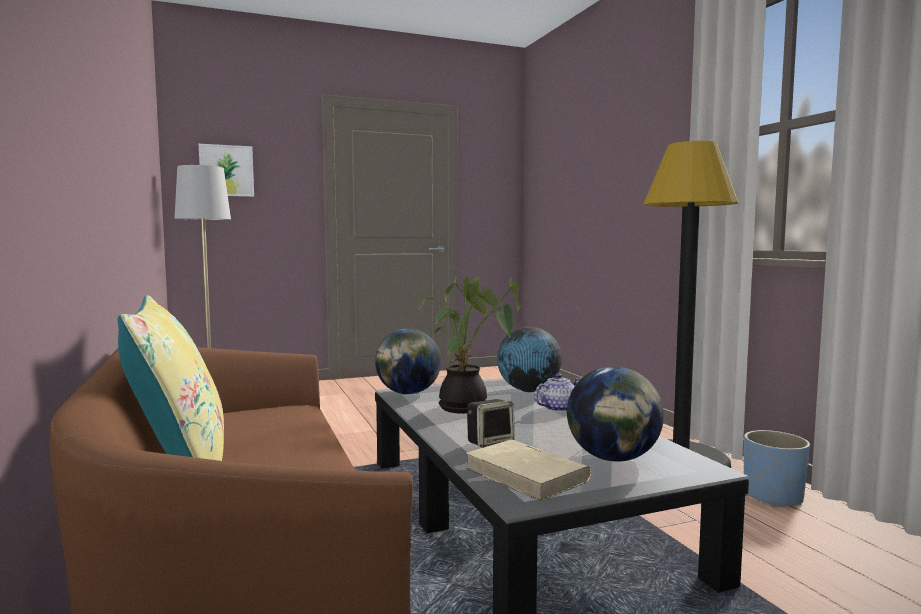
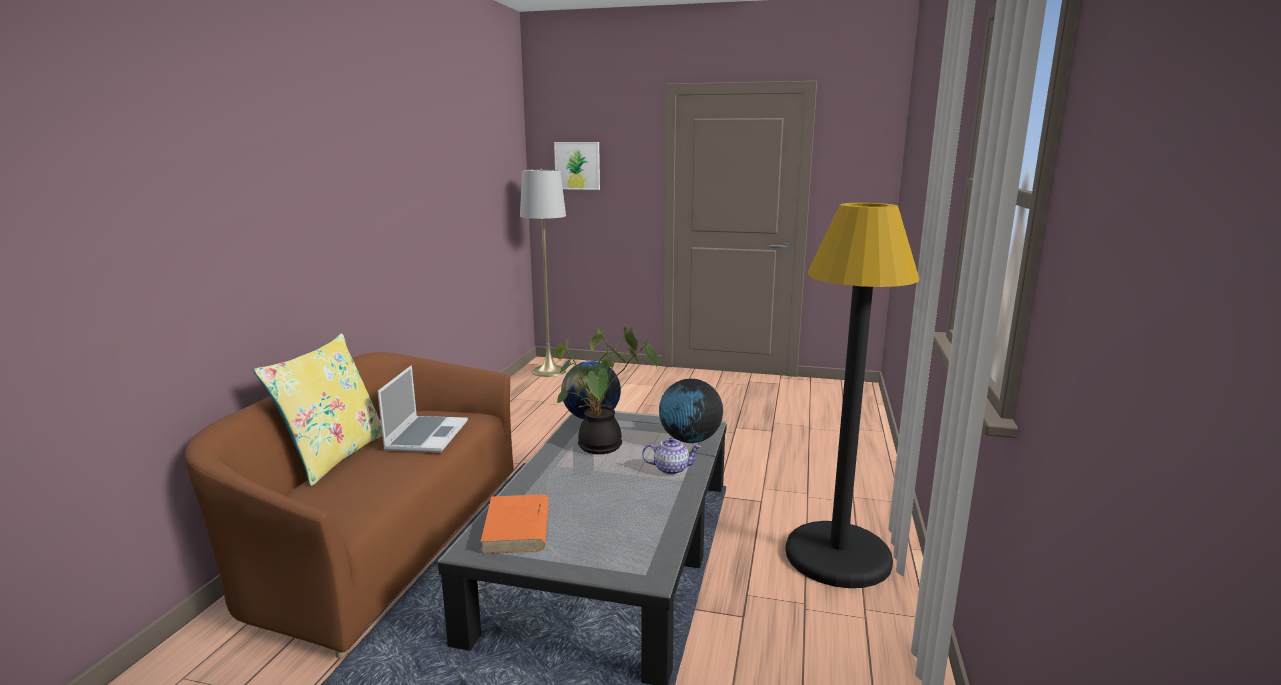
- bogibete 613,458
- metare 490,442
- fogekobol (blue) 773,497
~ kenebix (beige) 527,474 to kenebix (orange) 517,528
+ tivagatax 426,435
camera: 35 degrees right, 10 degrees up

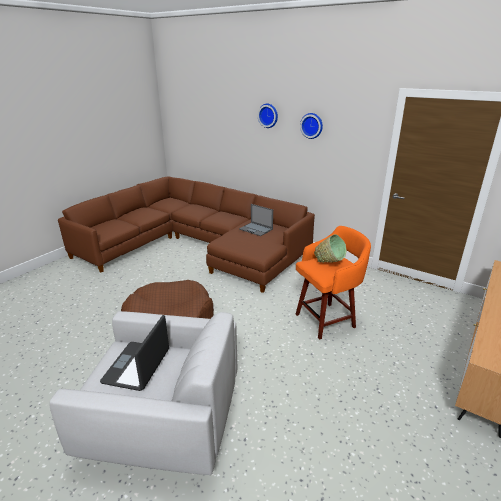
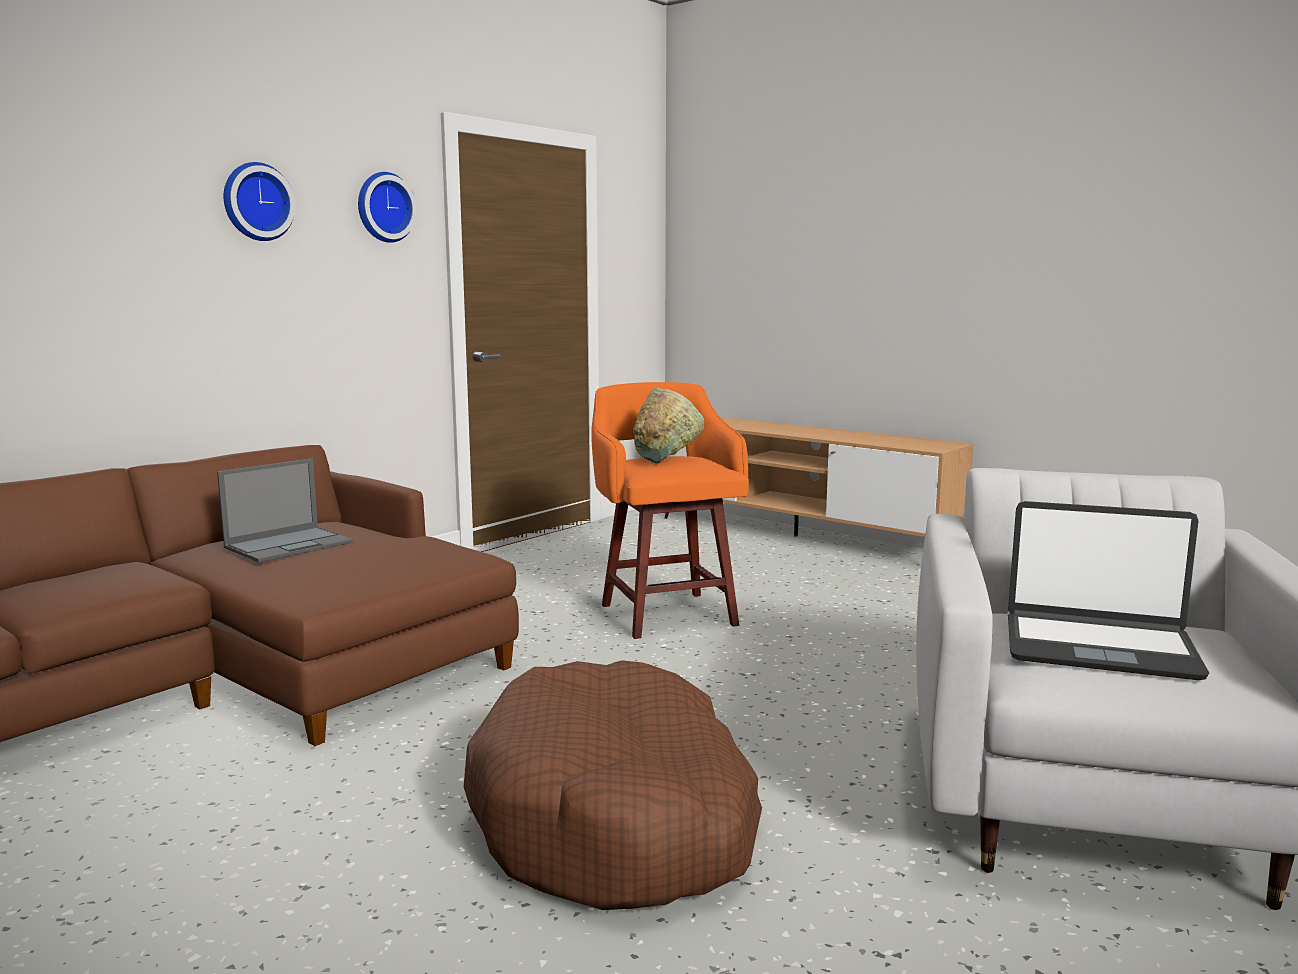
~ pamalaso 268,115 to 383,207
camera: 85 degrees left, 15 degrees down

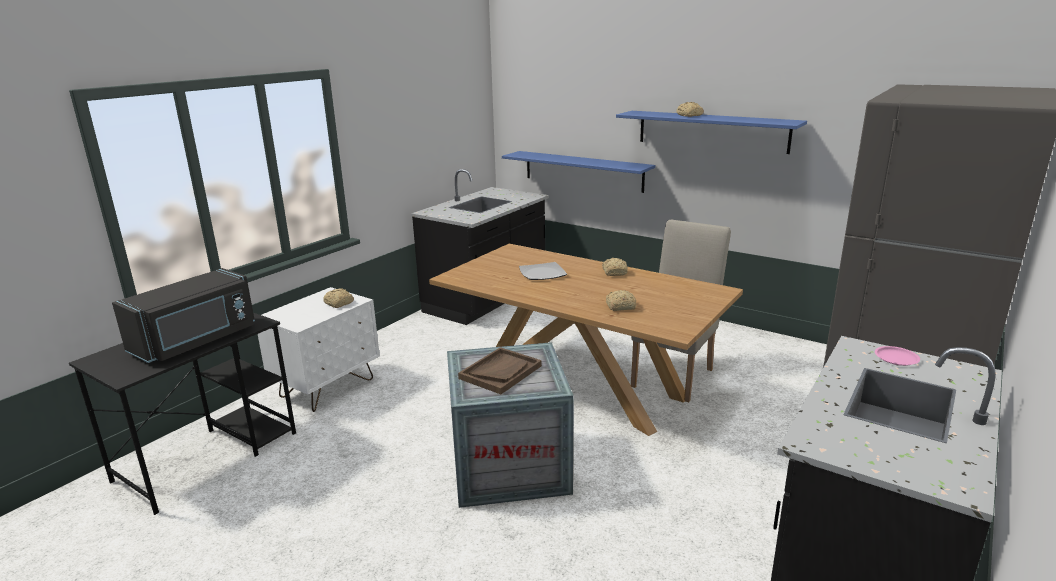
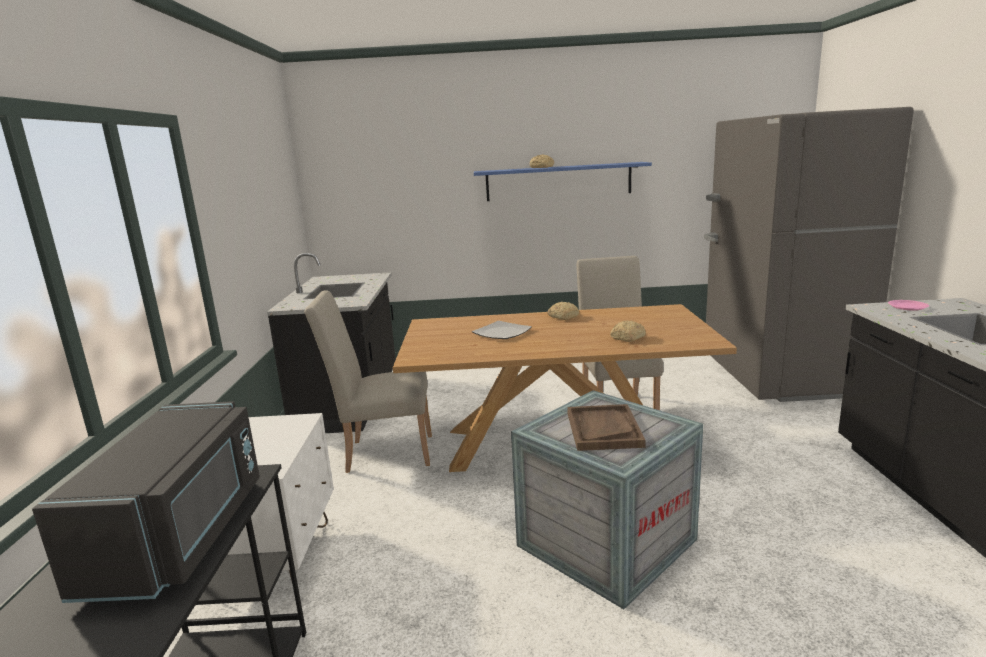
- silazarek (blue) 583,171
- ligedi 339,304
+ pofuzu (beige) 382,452
camera: 35 degrees left, 5 degrees down

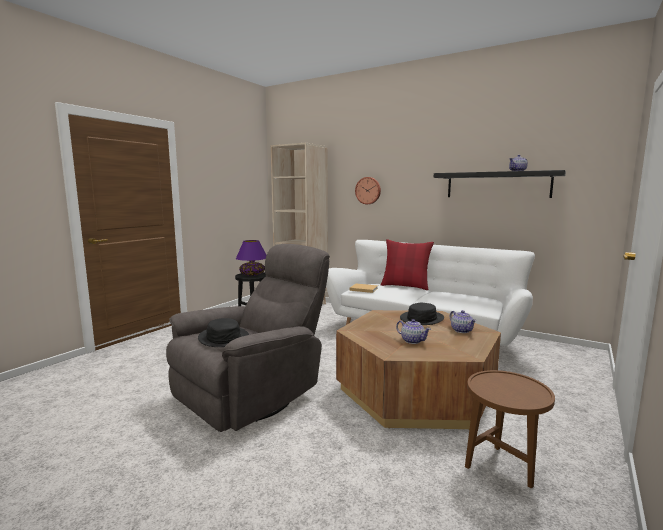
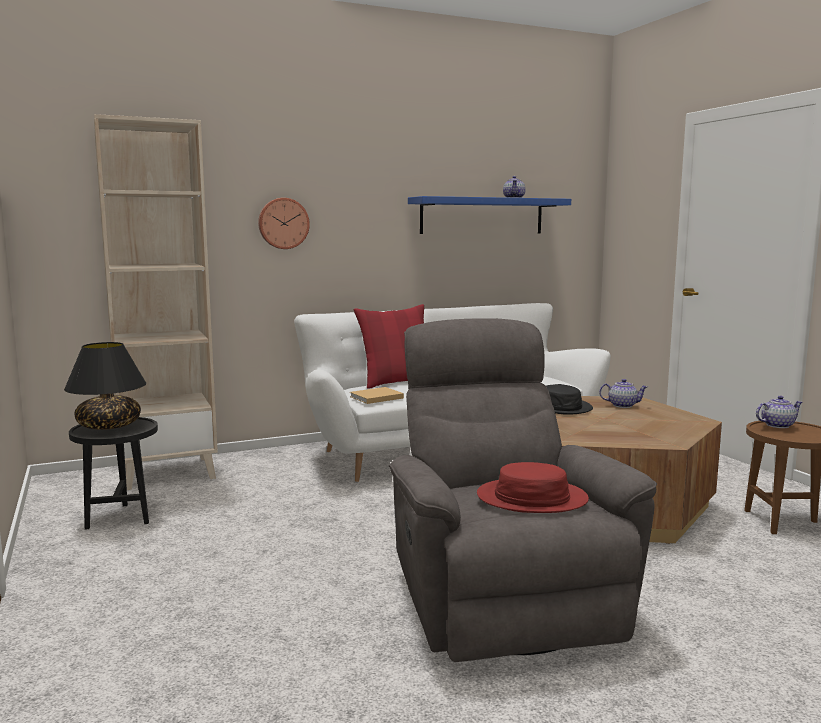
~ silazarek (black) 497,185 to silazarek (blue) 482,216
~ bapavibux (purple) 252,274 to bapavibux (black) 108,426
~ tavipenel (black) 223,338 to tavipenel (red) 532,498
~ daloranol 412,341 to 777,425
camera: 55 degrees left, 0 degrees up

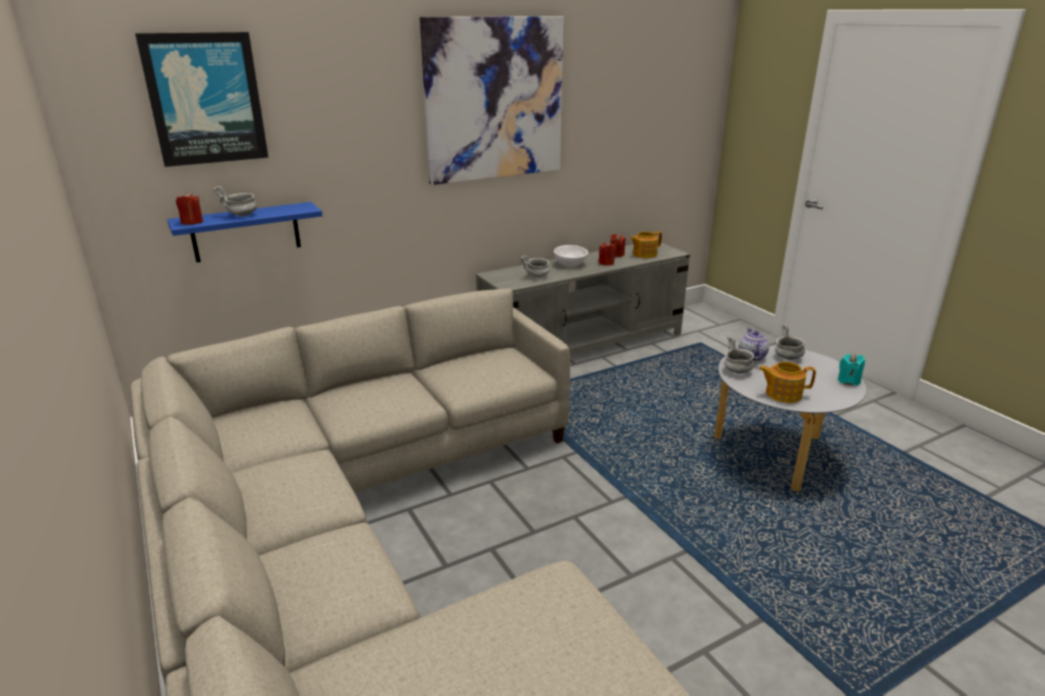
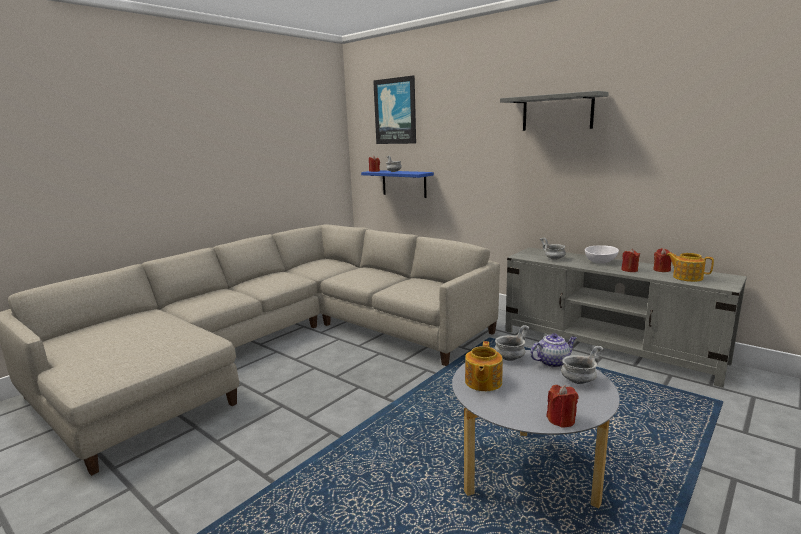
~ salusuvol 494,100 to silazarek (grey) 557,112
~ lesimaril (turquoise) 848,381 to lesimaril (red) 561,420
~ daloranol 782,394 = 482,382 150 degrees counterclockwise
camera: 70 degrees right, 10 degrees down

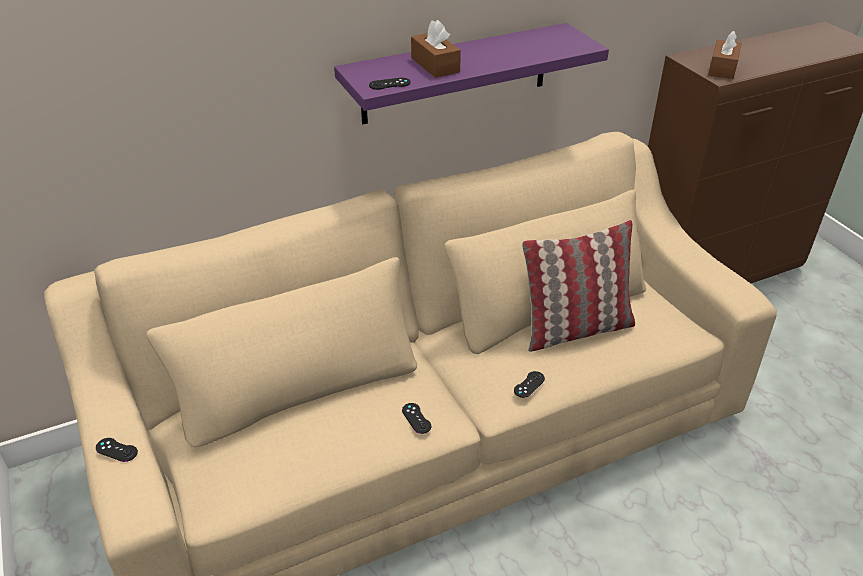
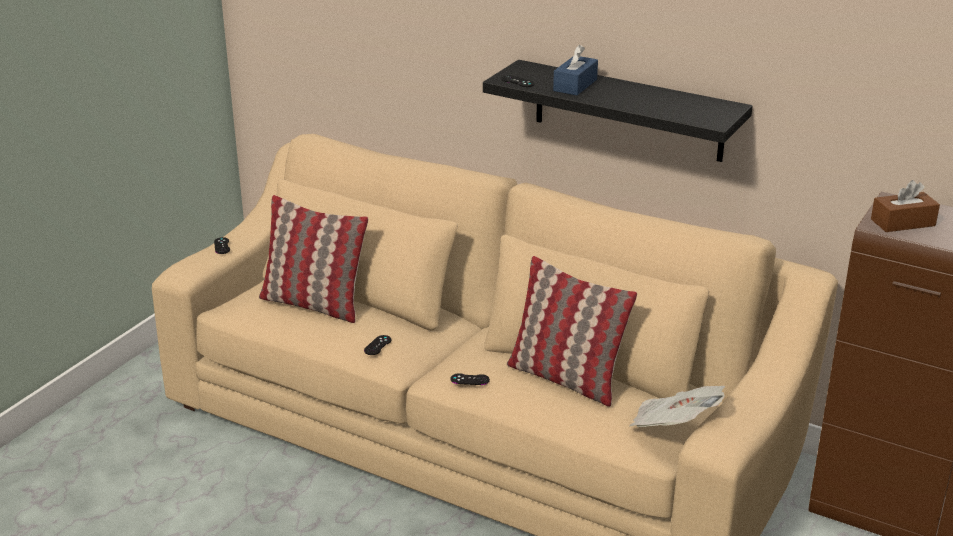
~ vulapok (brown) 435,65 to vulapok (blue) 575,85
~ silazarek (purple) 455,74 to silazarek (black) 628,111
+ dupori 314,304
+ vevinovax 674,426
camera: 55 degrees right, 10 degrees down

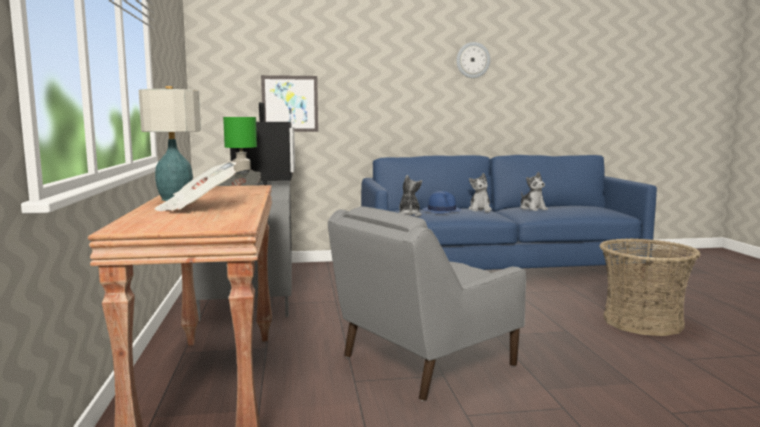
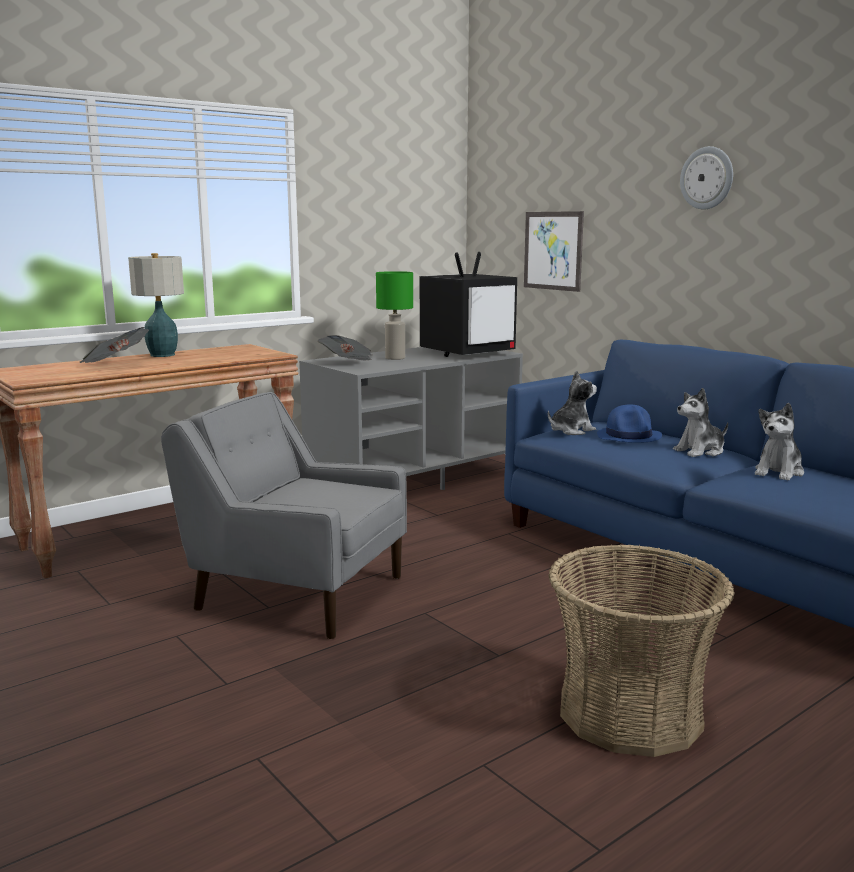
~ pamalaso 473,60 to 707,178
camera: 60 degrees right, 5 degrees up

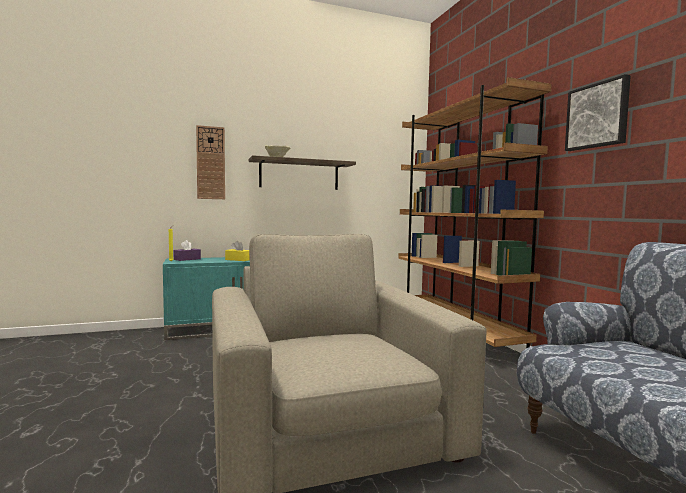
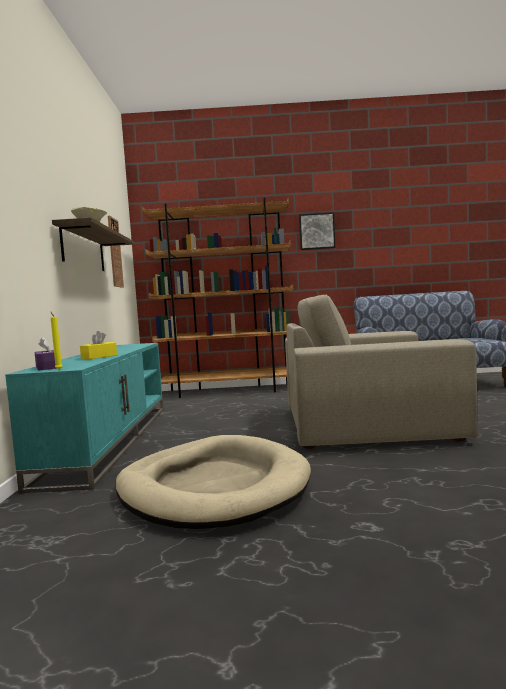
~ pamalaso 210,163 to 115,252
+ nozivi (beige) 213,487
camera: 70 degrees left, 0 degrees up

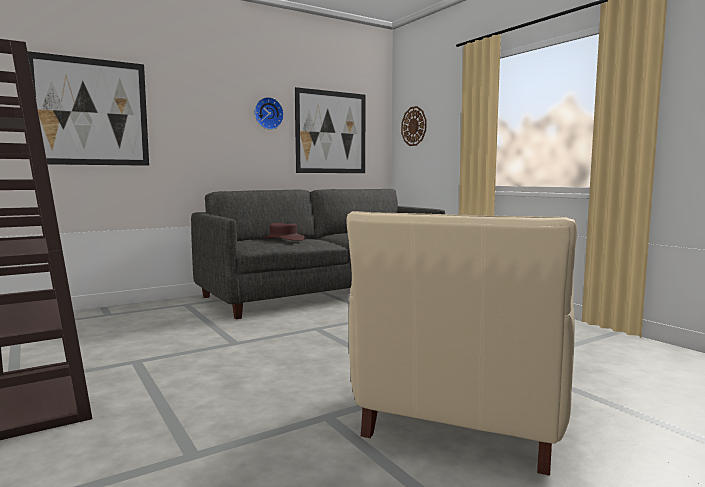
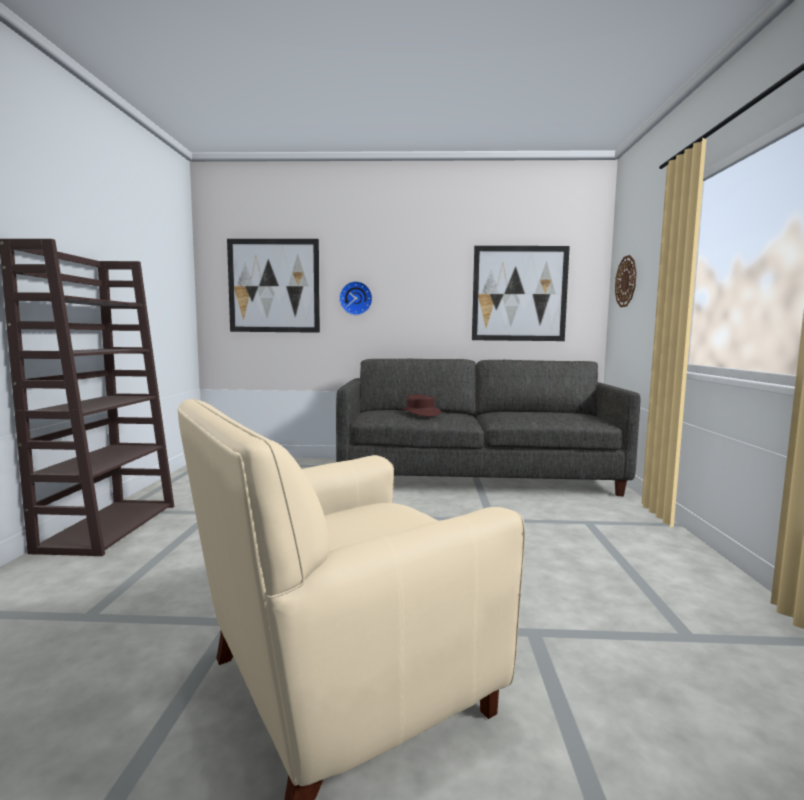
~ pamalaso 268,113 to 356,298
camera: 35 degrees right, 0 degrees up

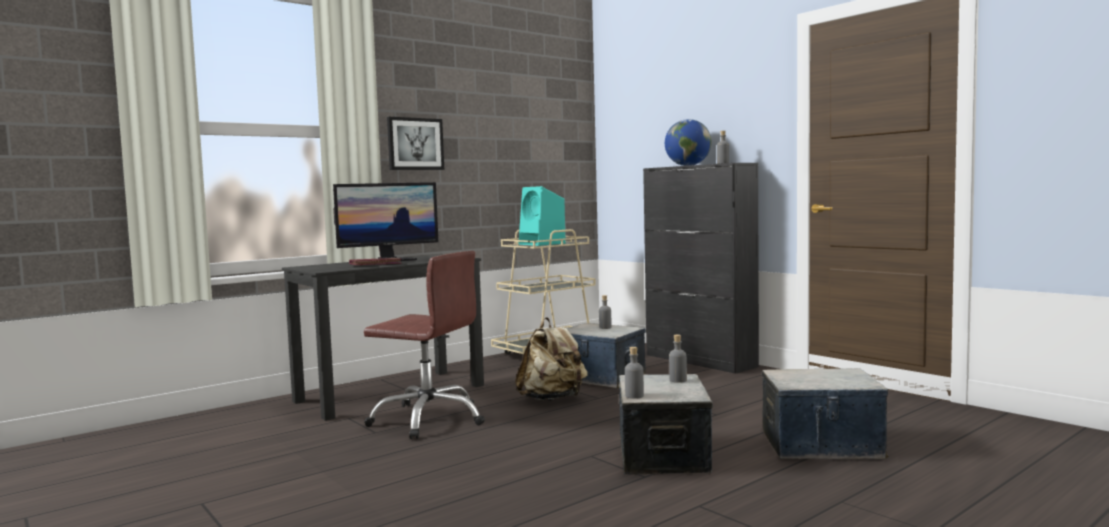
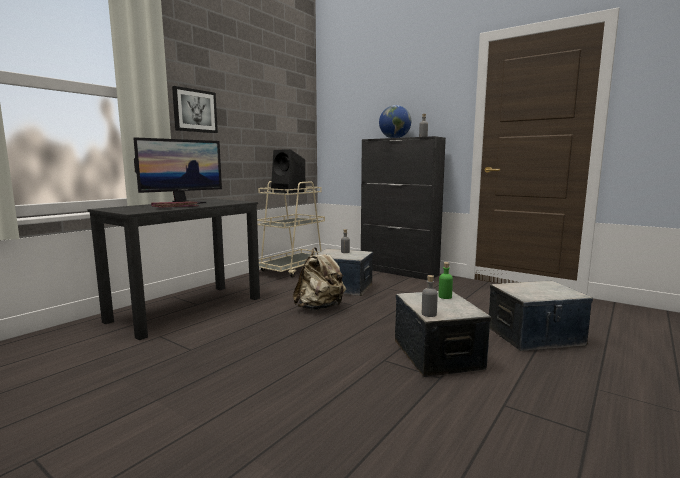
~ metare (turquoise) 543,244 to metare (black) 289,191
- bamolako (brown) 428,419
~ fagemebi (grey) 678,380 to fagemebi (green) 445,297
camera: 15 degrees left, 5 degrees up

